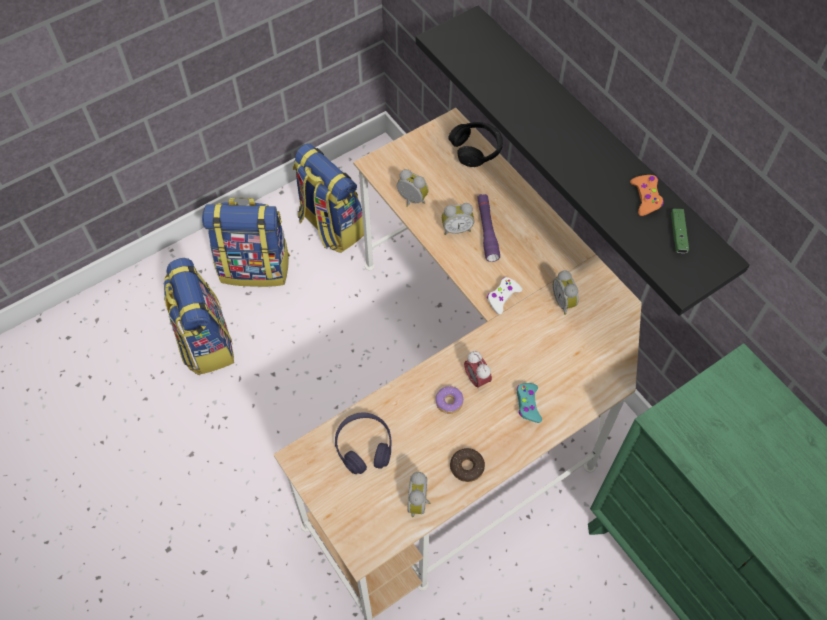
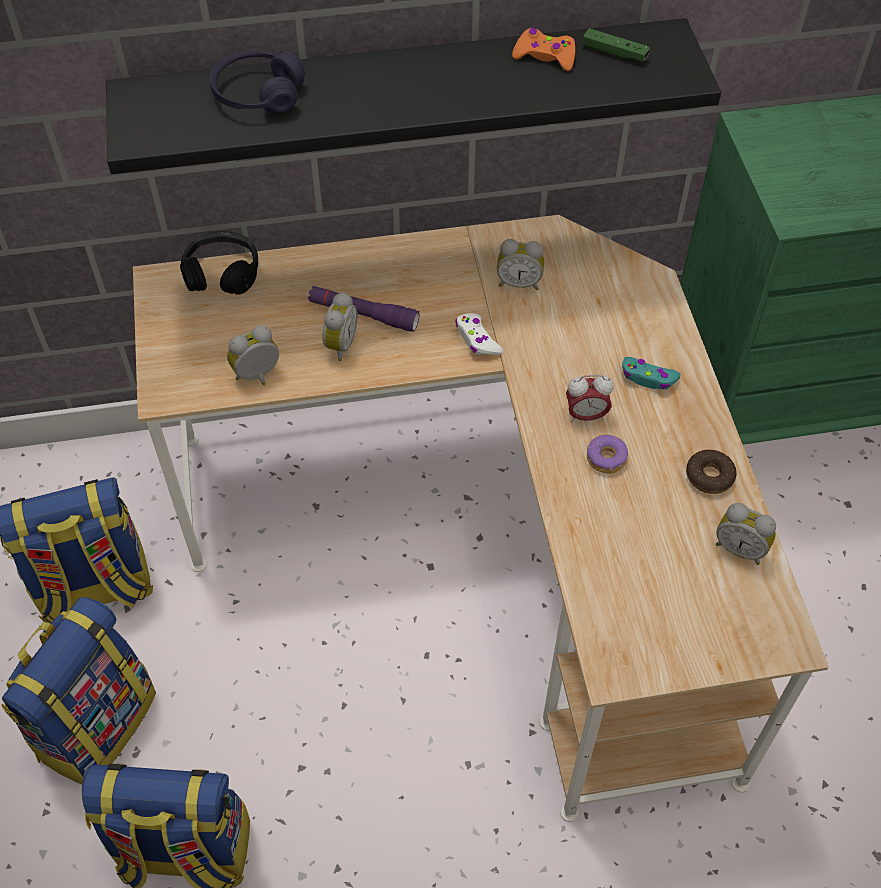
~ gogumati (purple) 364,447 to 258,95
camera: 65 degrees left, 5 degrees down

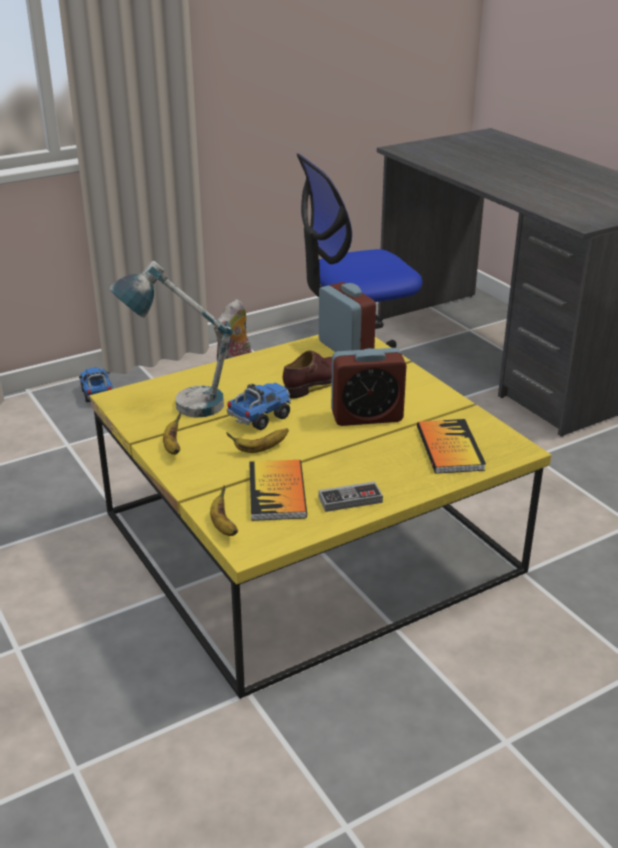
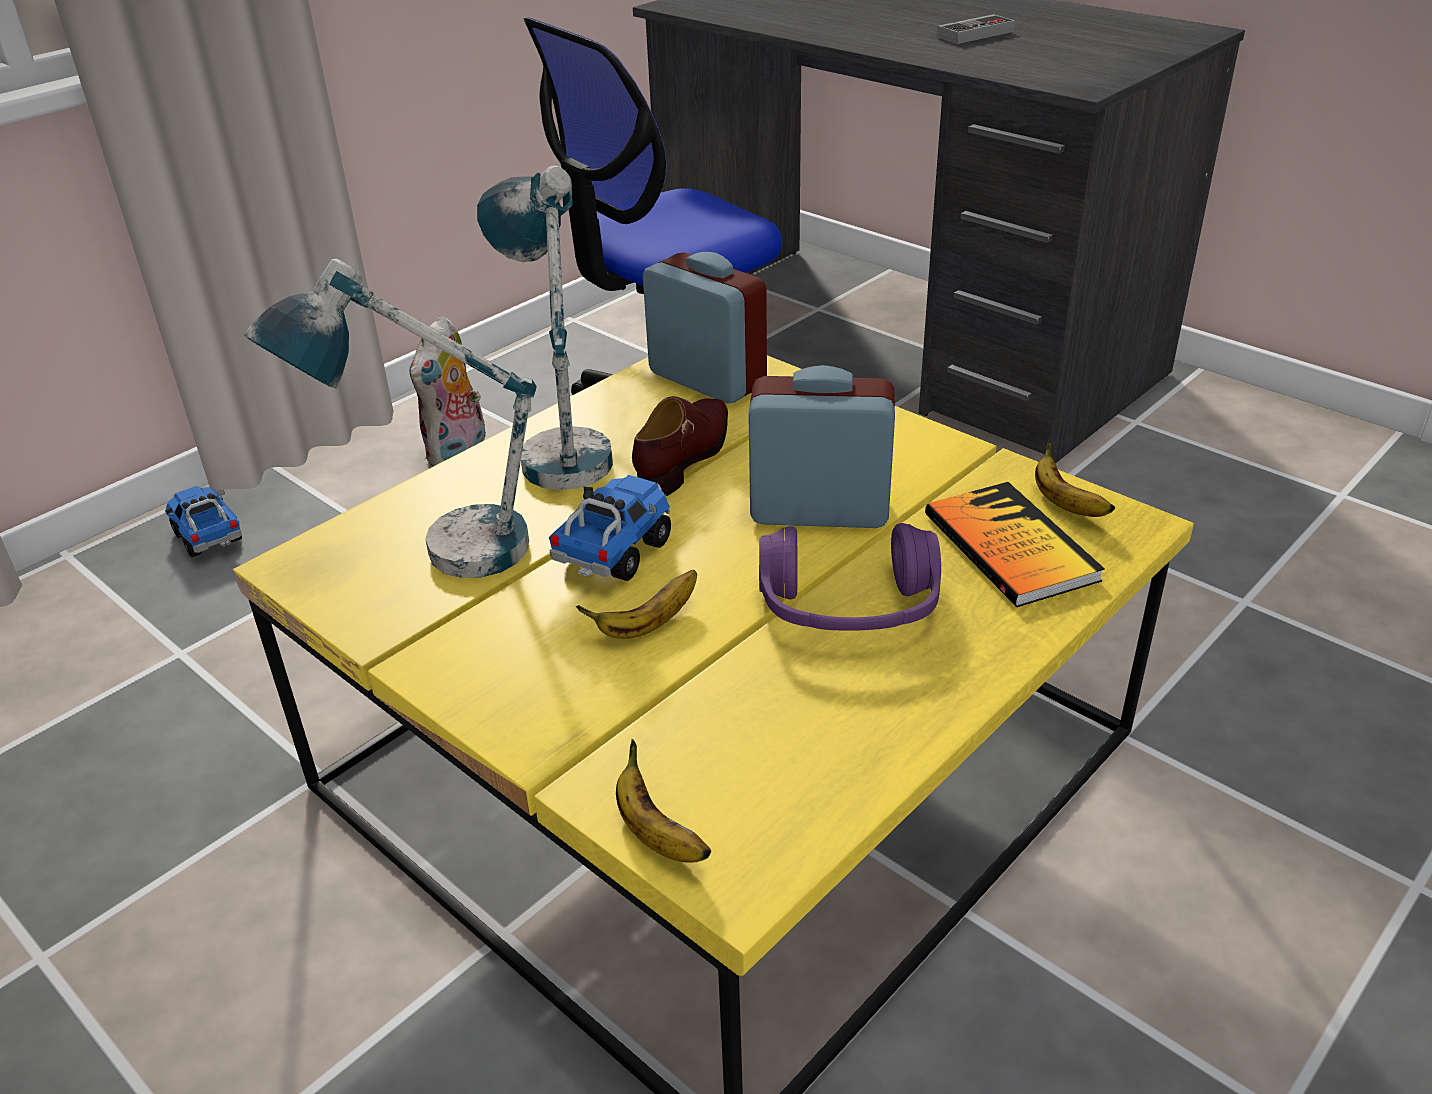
~ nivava 366,416 = 819,510 150 degrees counterclockwise
~ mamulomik 172,447 to 1065,504
- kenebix 277,492
~ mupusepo 350,500 to 975,34
+ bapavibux 559,444
+ gogumati (purple) 849,608
camera: 15 degrees left, 5 degrees up

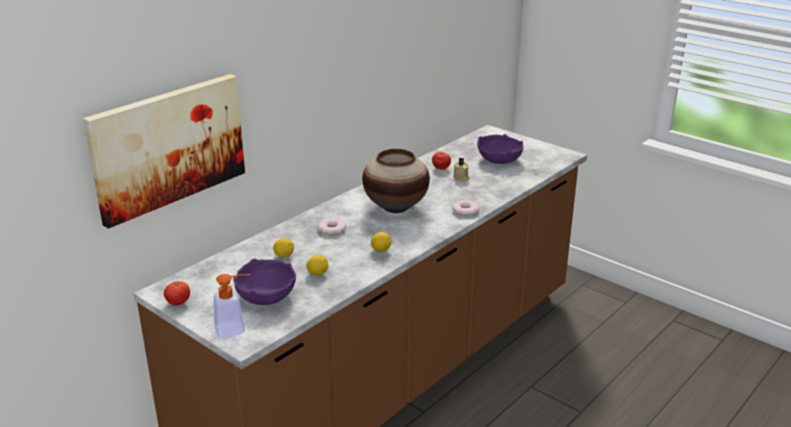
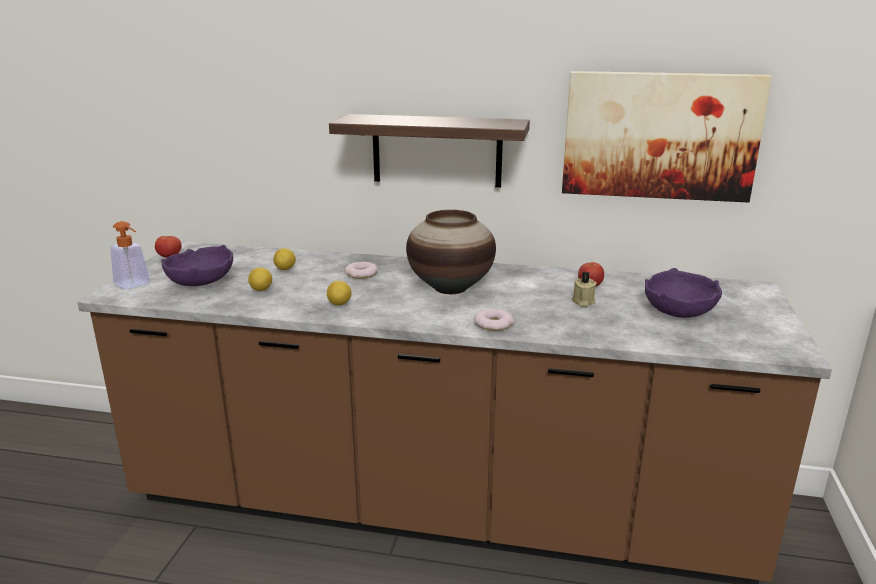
~ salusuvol 168,146 to 659,136
+ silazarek 436,150
camera: 60 degrees right, 5 degrees down

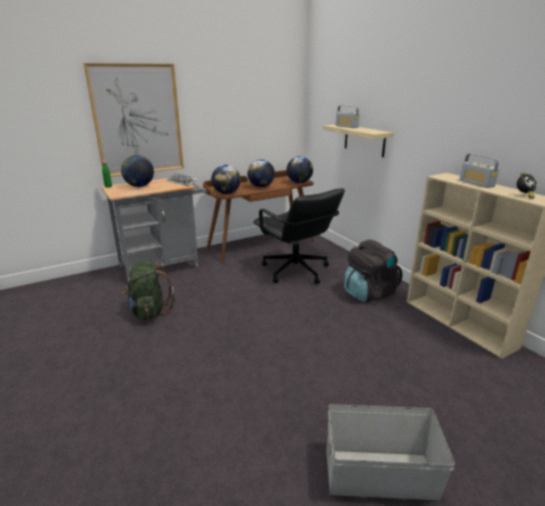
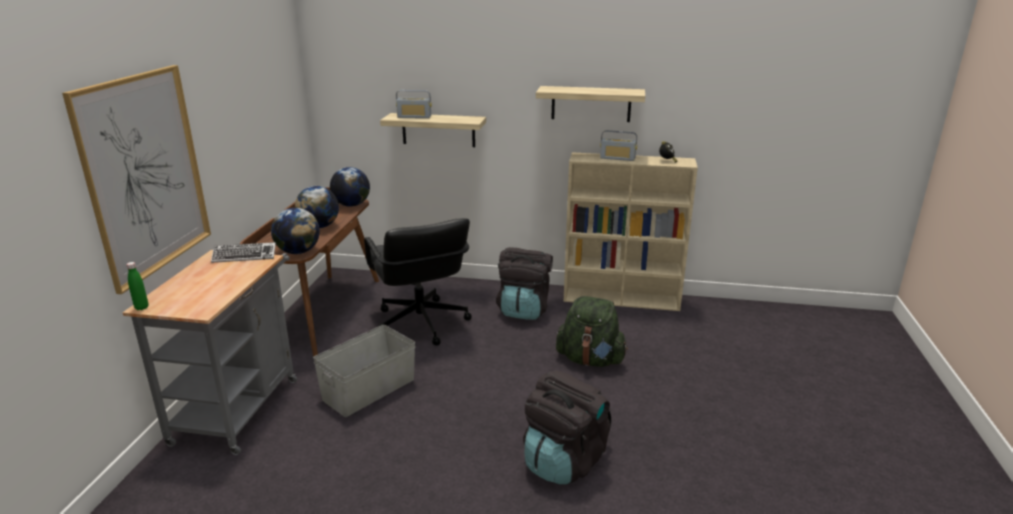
- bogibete 139,186
~ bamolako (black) 295,271 = 420,323 60 degrees clockwise
~ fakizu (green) 149,311 to 590,360
~ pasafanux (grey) 380,474 to 370,389
+ silazarek 591,104
+ fakizu (black) 564,461
camera: 50 degrees left, 0 degrees up

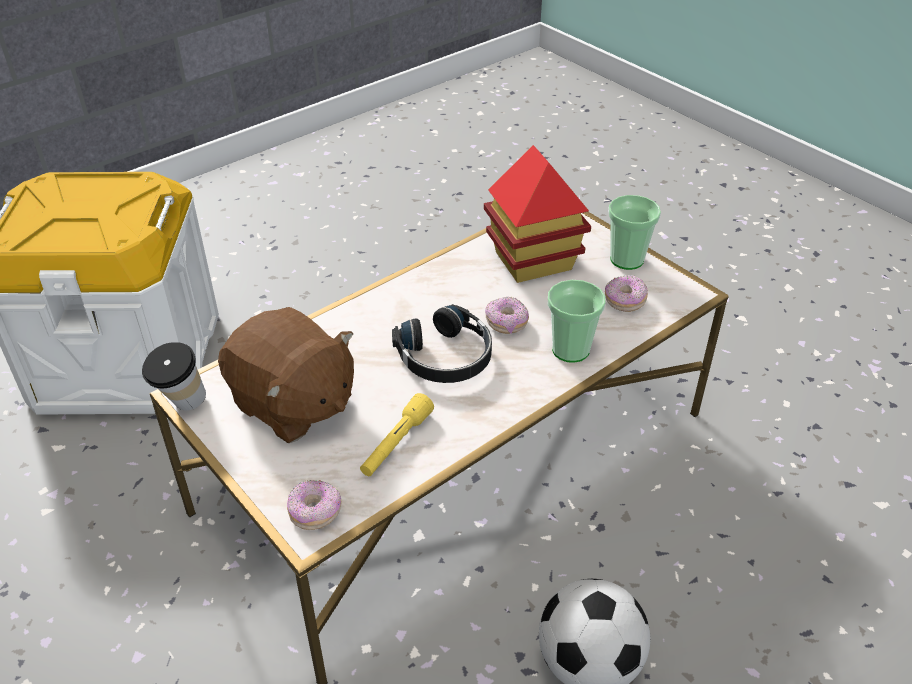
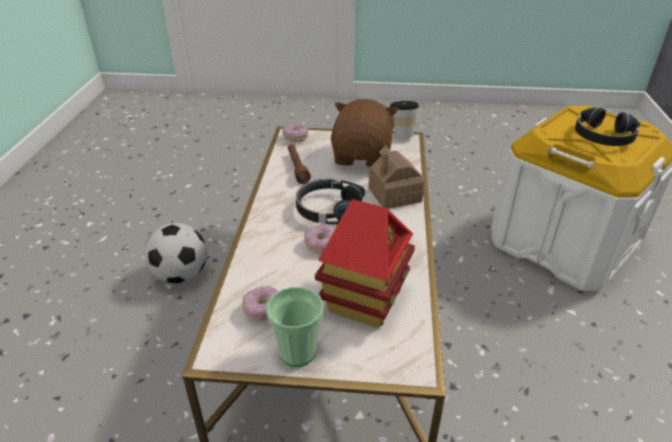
- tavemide 570,350
~ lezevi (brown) 293,404 = 362,157 105 degrees clockwise
~ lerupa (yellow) 396,444 to lerupa (brown) 297,168
+ gogumati (black) 603,136
+ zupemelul 394,195
camera: 135 degrees right, 5 degrees down

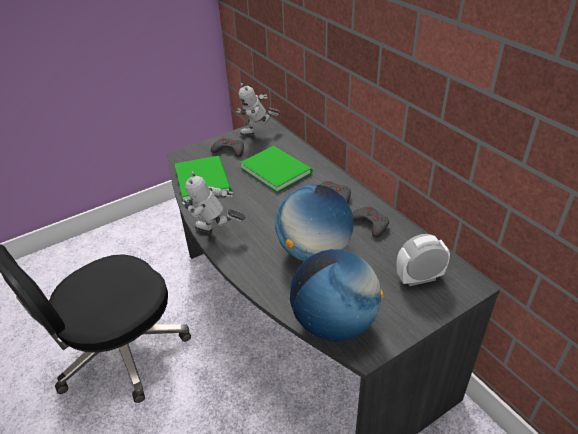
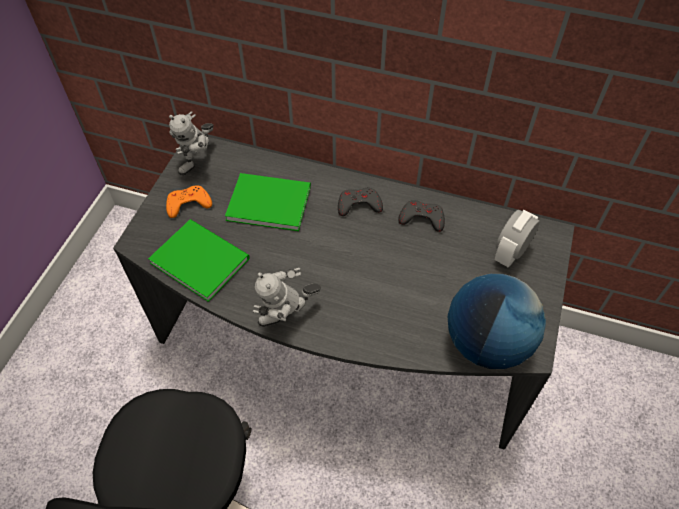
~ mupusepo (grey) 229,150 to mupusepo (orange) 188,204
- bogibete 314,252
camera: 40 degrees left, 15 degrees up

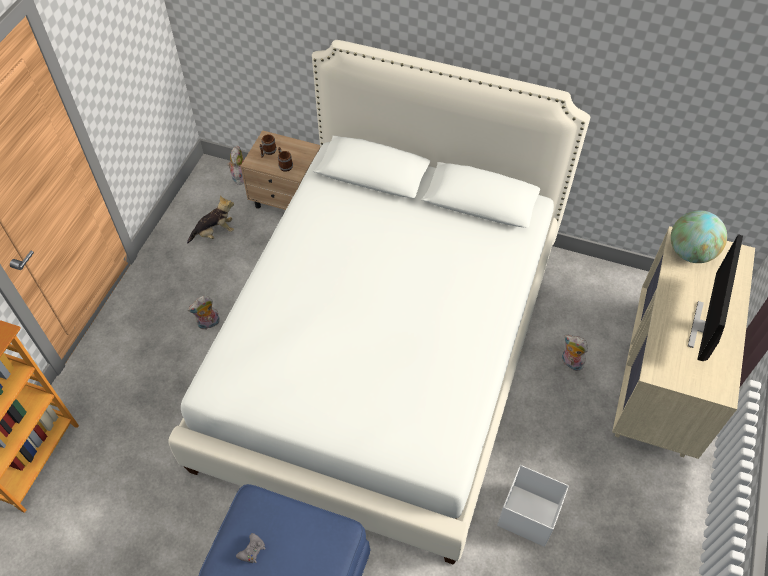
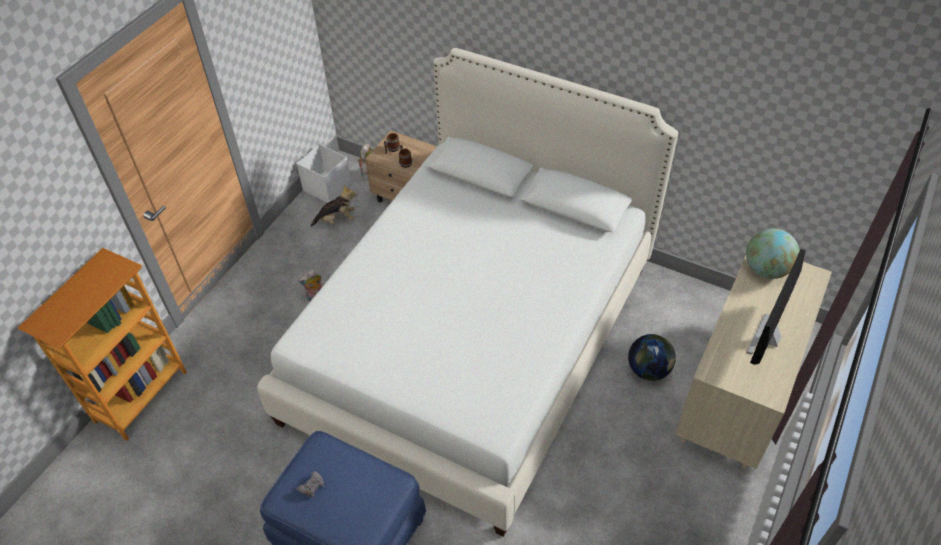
~ lezevi 570,363 to bogibete 649,370
~ pasafanux (white) 527,514 to 327,187
camera: 10 degrees right, 5 degrees down

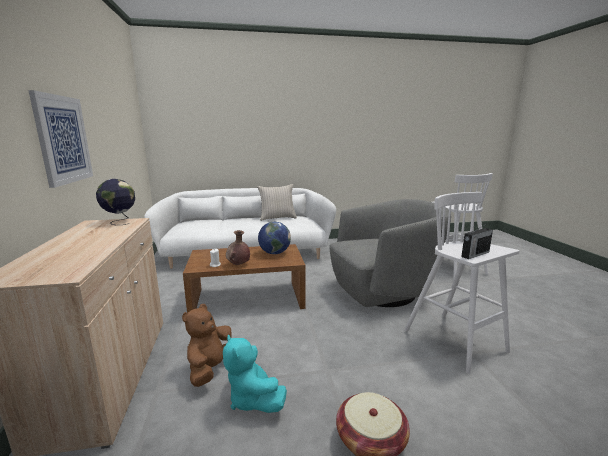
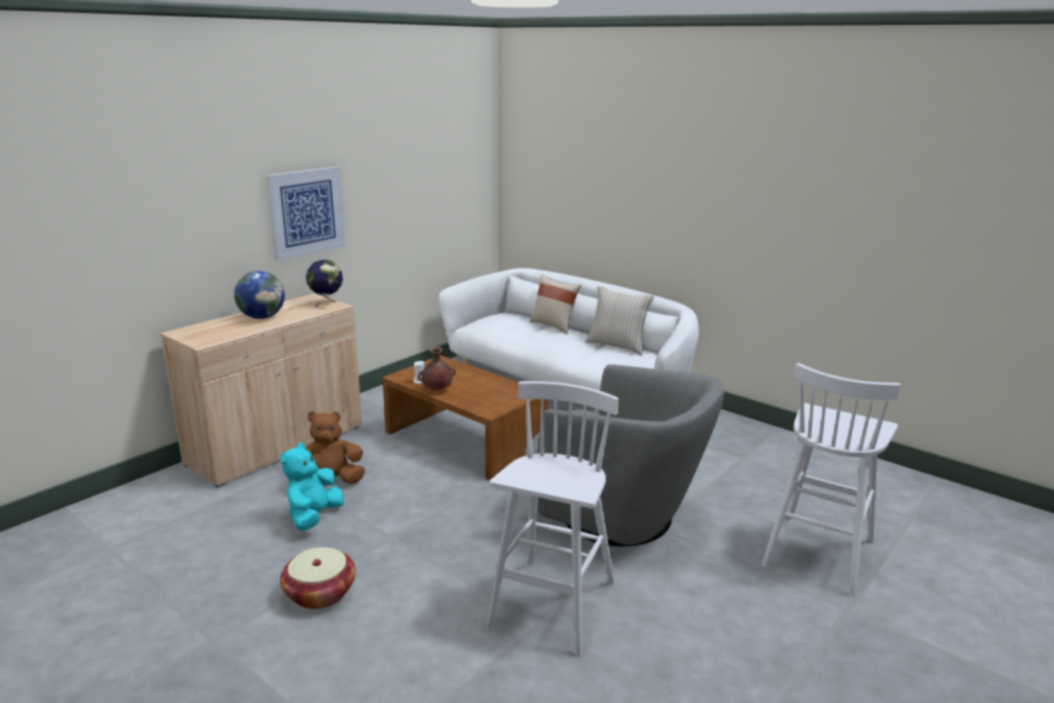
~ bogibete 274,253 to 262,317
- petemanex 474,254
+ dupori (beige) 554,326
camera: 50 degrees right, 5 degrees up

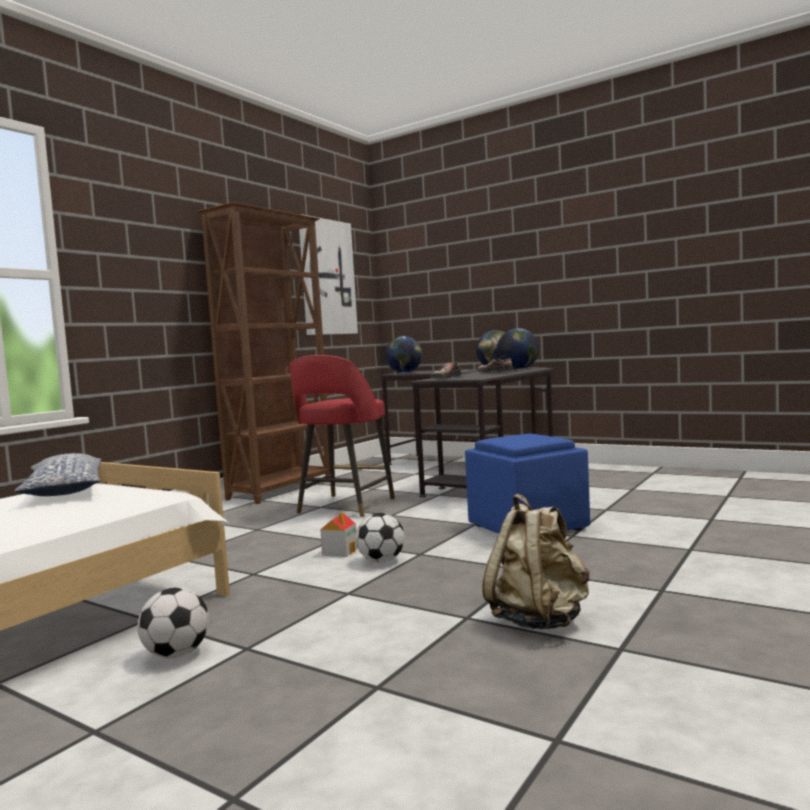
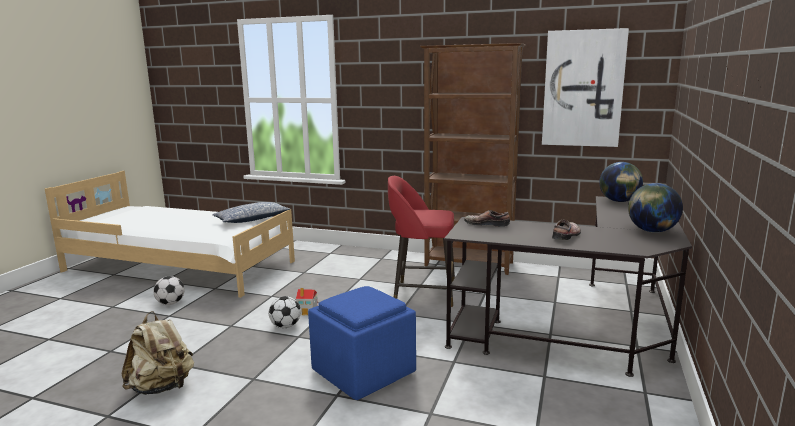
- bogibete 518,369
camera: 75 degrees right, 10 degrees up

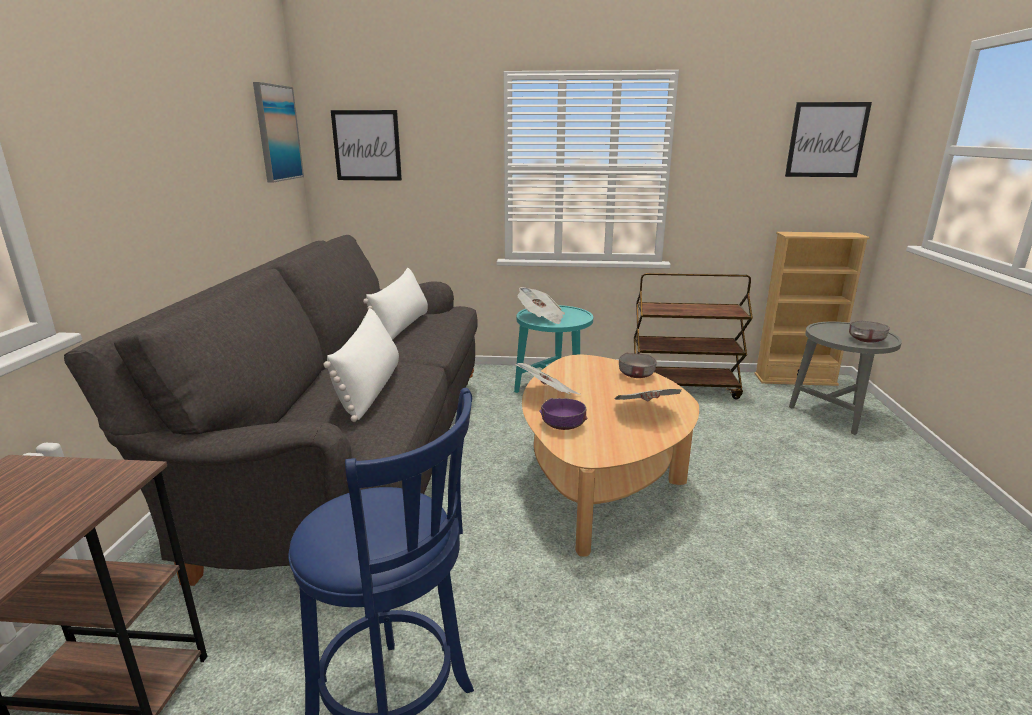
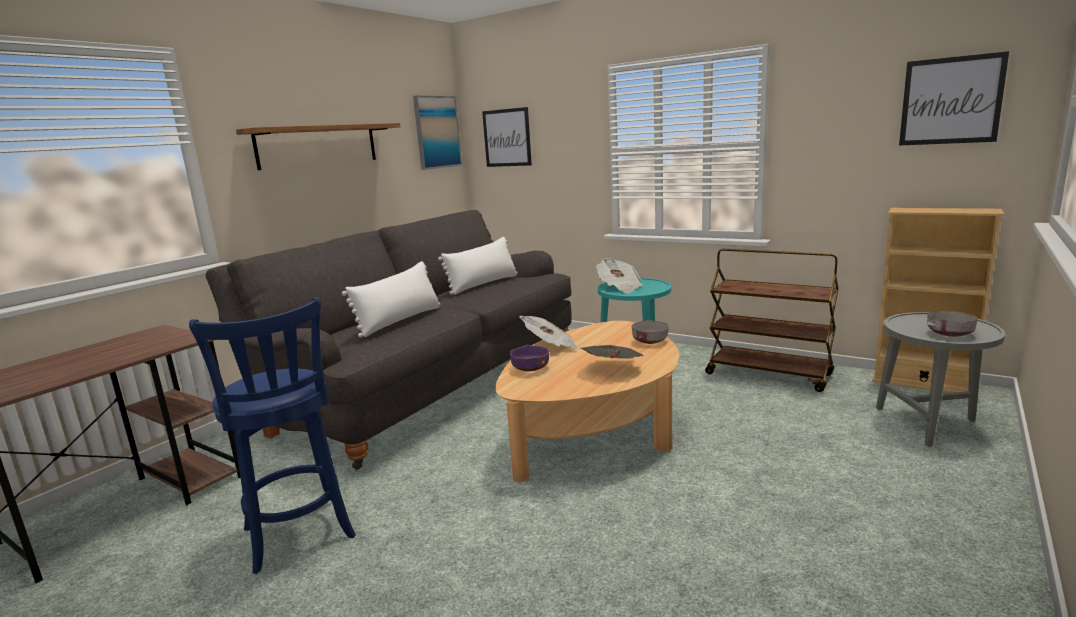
+ silazarek 318,145
camera: 30 degrees right, 5 degrees down

